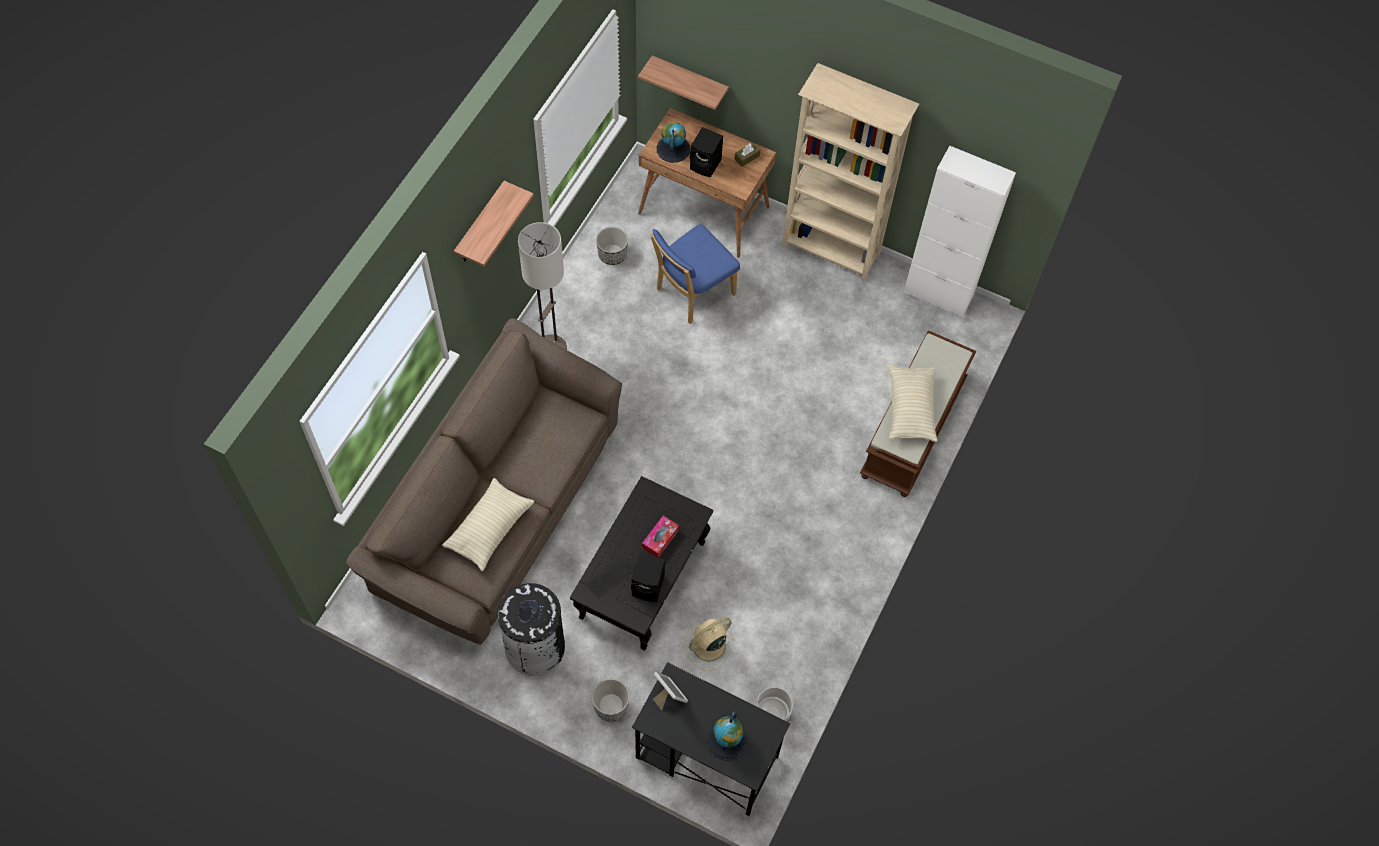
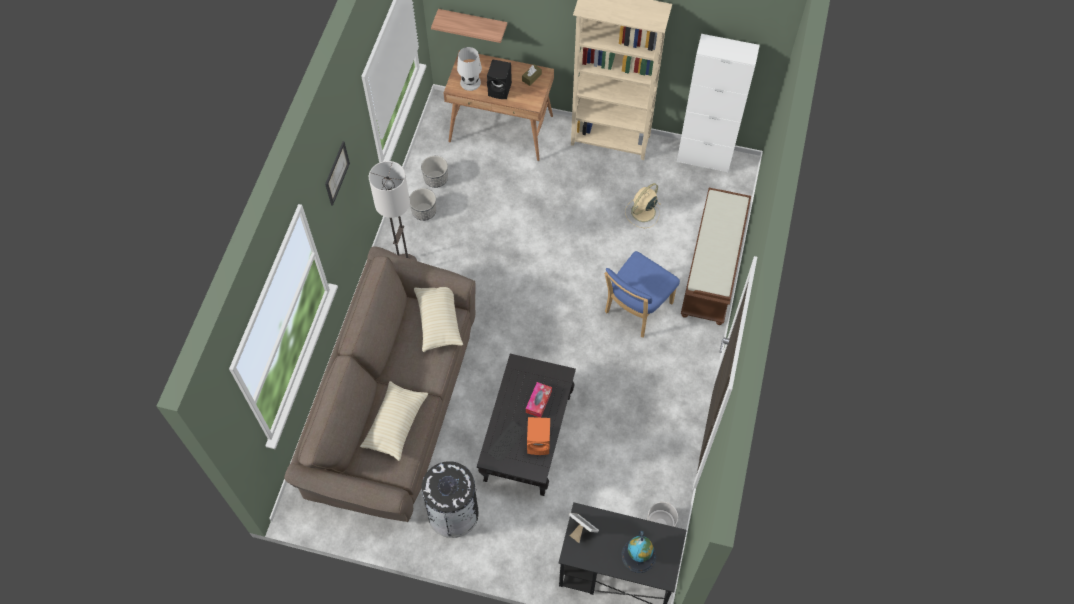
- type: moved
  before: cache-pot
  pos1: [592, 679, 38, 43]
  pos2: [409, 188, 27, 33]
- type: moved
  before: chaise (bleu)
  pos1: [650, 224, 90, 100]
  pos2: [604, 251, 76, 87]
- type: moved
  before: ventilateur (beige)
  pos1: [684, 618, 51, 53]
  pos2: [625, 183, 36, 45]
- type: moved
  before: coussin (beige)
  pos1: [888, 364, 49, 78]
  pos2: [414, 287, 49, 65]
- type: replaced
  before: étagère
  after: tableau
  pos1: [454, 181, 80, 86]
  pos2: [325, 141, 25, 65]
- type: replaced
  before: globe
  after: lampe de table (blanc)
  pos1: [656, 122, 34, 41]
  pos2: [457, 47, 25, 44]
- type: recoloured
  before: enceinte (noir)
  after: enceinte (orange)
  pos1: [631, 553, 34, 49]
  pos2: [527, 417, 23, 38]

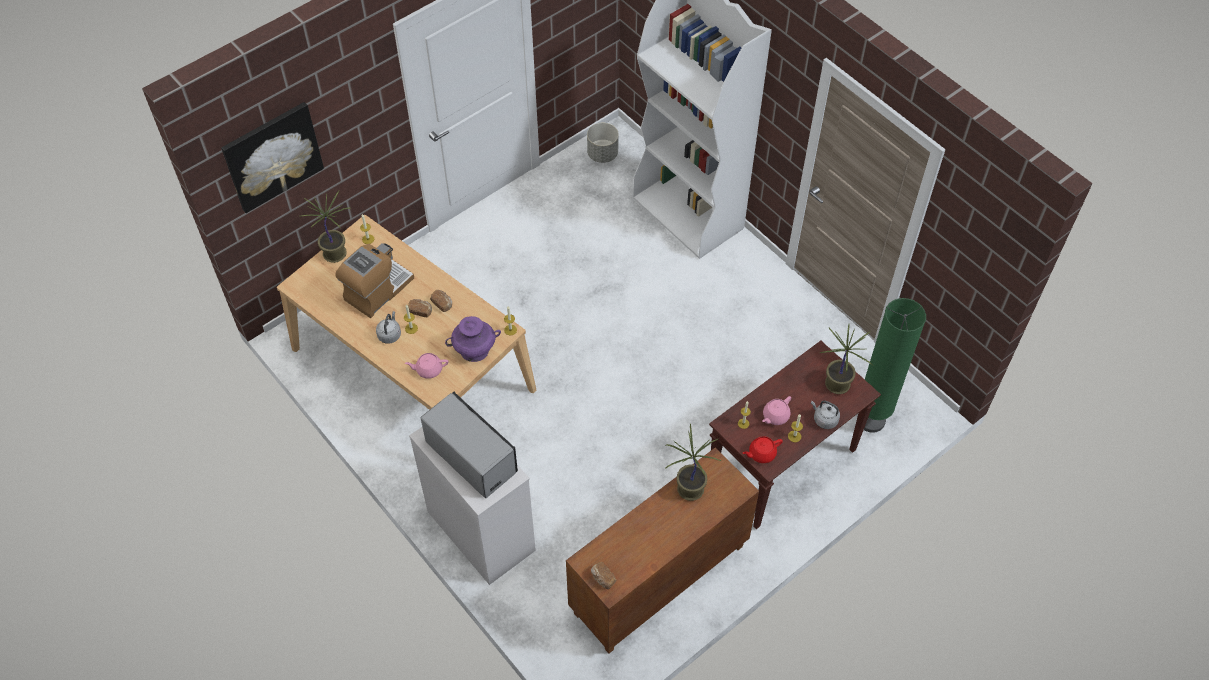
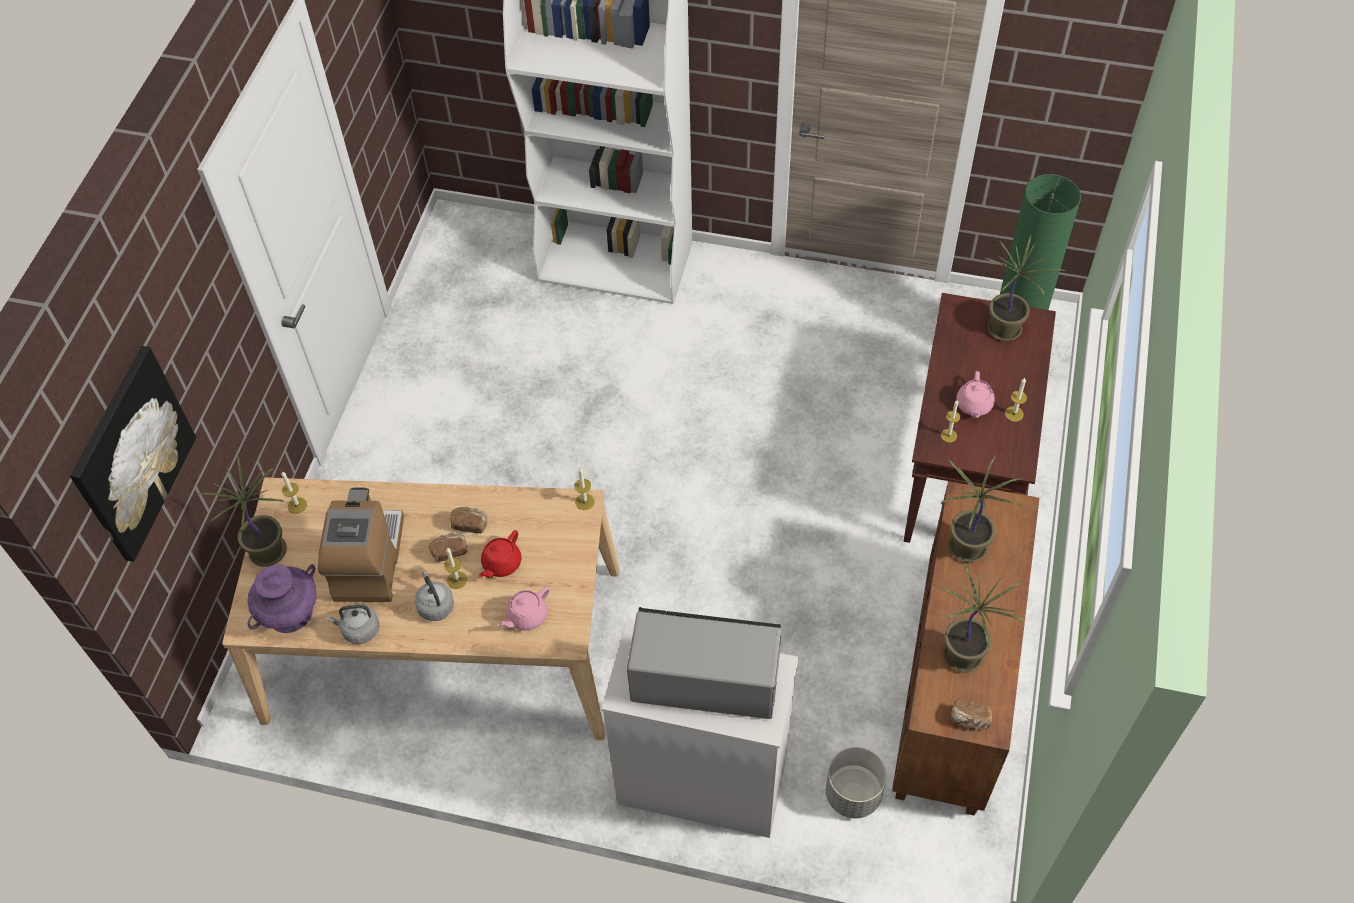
- type: added
  after: plante en pot
  pos2: [940, 562, 84, 110]
- type: moved
  before: vase (violet)
  pos1: [445, 316, 56, 46]
  pos2: [247, 564, 69, 69]
- type: moved
  before: cache-pot (gris)
  pos1: [587, 123, 32, 40]
  pos2: [826, 747, 61, 71]
- type: moved
  before: théière (rouge)
  pos1: [743, 436, 40, 27]
  pos2: [479, 530, 42, 48]
- type: moved
  before: bouilloire (gris)
  pos1: [811, 401, 29, 28]
  pos2: [326, 604, 53, 40]

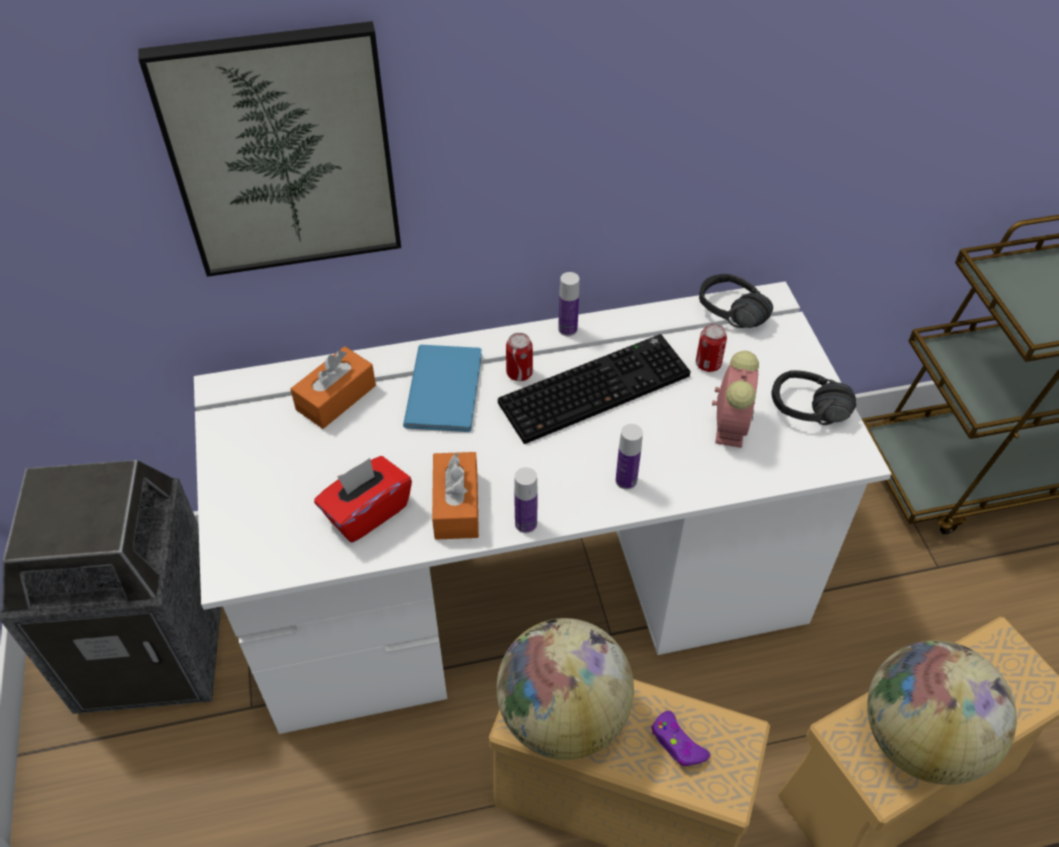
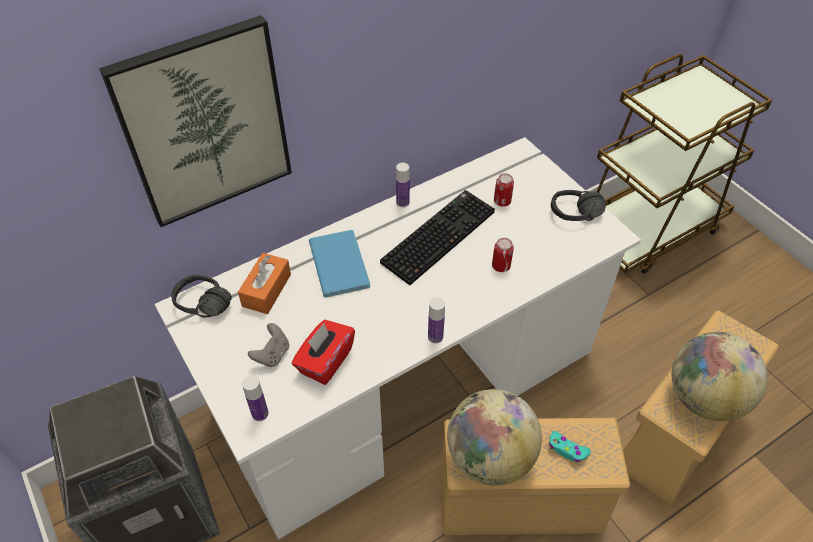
- type: removed
  before: boîte à mouchoirs (orange)
  pos1: [432, 452, 47, 88]
- type: removed
  before: réveil
  pos1: [712, 351, 47, 97]
- type: added
  after: manette (gris)
  pos2: [248, 323, 41, 44]
- type: moved
  before: boîte métallique
  pos1: [506, 333, 27, 48]
  pos2: [492, 238, 22, 34]
- type: moved
  before: bouteille
  pos1: [616, 424, 27, 66]
  pos2: [242, 376, 27, 45]
- type: moved
  before: casque audio (noir)
  pos1: [699, 274, 74, 54]
  pos2: [171, 275, 61, 43]
- type: recoloured
  before: manette (violet)
  after: manette (turquoise)
  pos1: [651, 711, 59, 55]
  pos2: [549, 431, 42, 31]

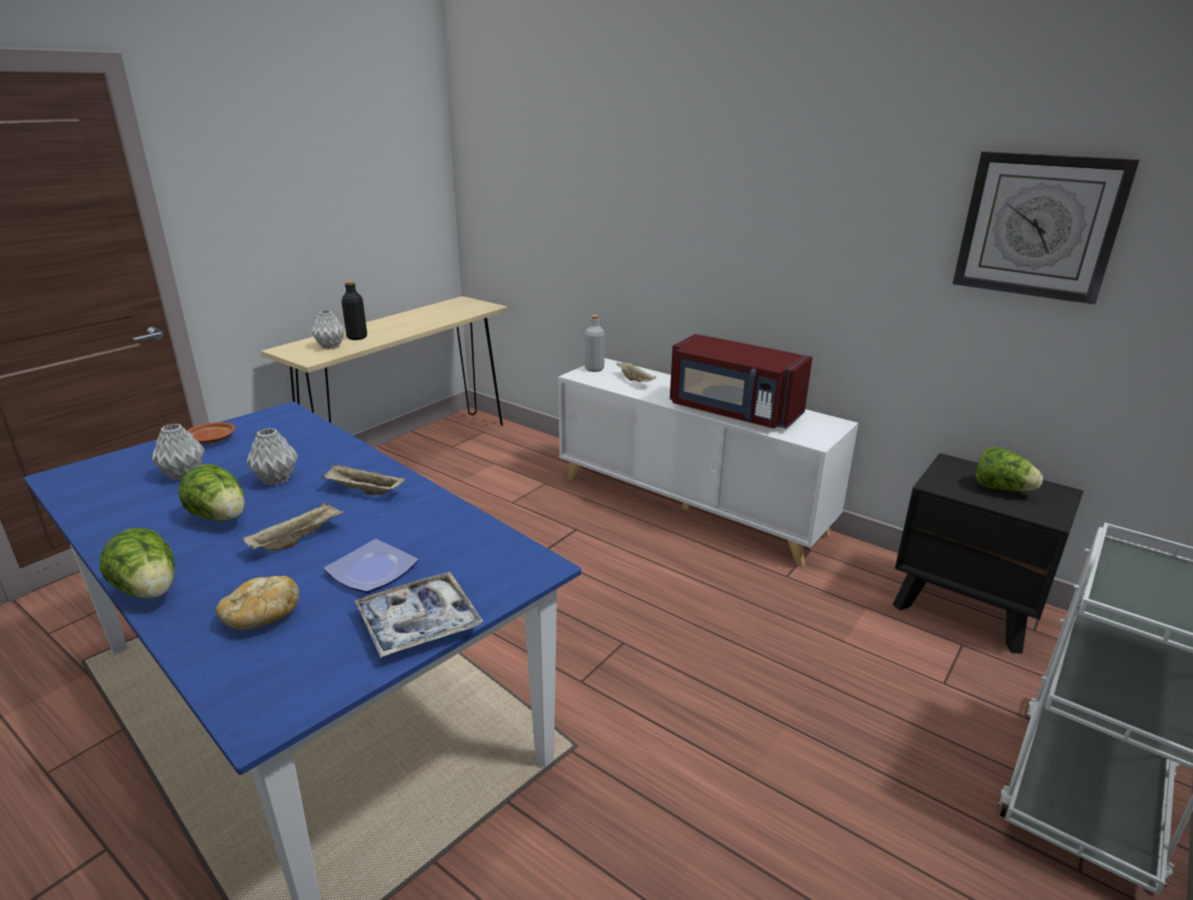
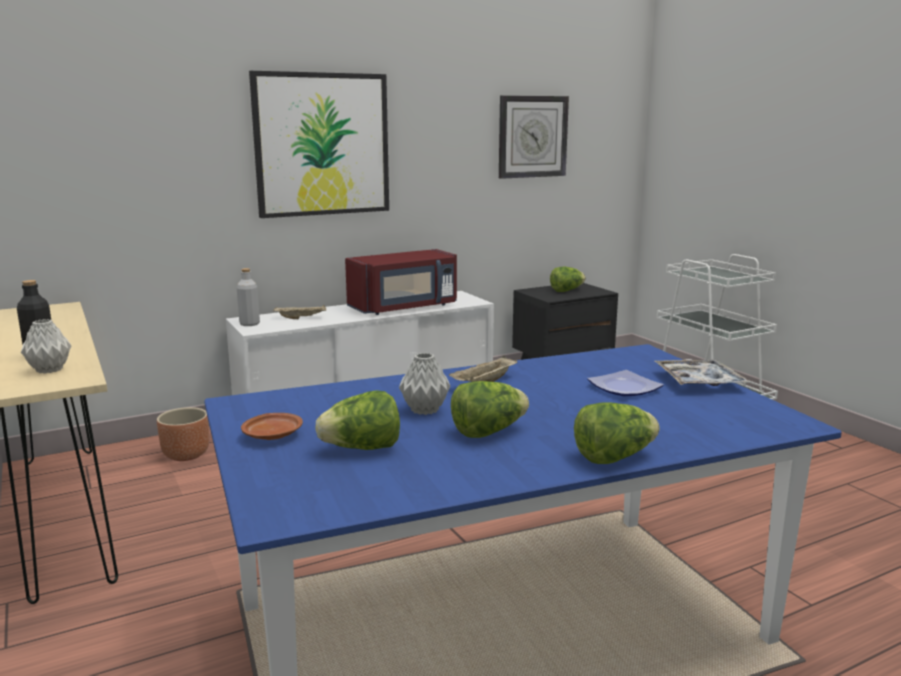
- type: removed
  before: pain
  pos1: [216, 576, 83, 54]
- type: removed
  before: plateau (beige)
  pos1: [243, 502, 102, 49]
- type: added
  after: cache-pot (marron)
  pos2: [157, 407, 52, 54]
- type: added
  after: tableau
  pos2: [249, 71, 140, 147]
- type: replaced
  before: vase (gris)
  after: laitue
  pos1: [152, 424, 53, 57]
  pos2: [315, 390, 85, 60]

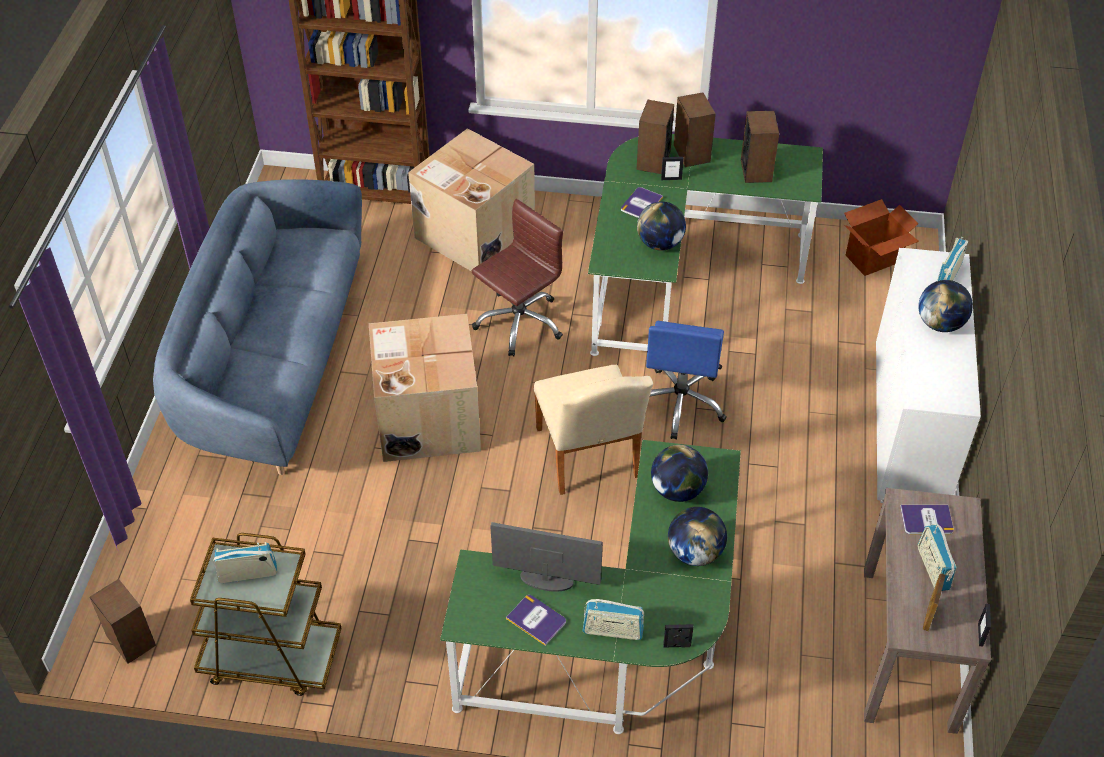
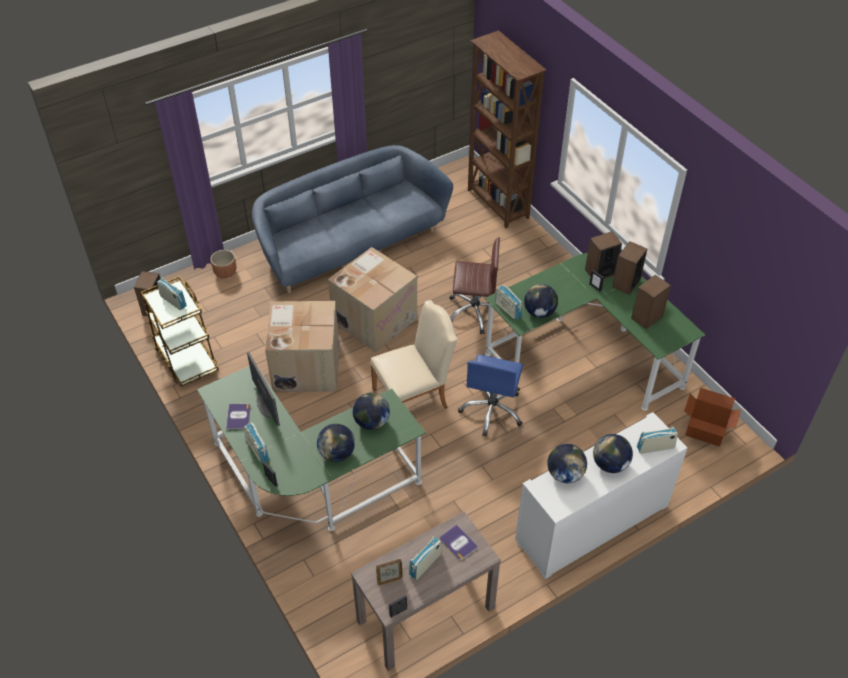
- type: removed
  before: livre
  pos1: [621, 187, 42, 31]
- type: added
  after: cache-pot (marron)
  pos2: [210, 250, 26, 29]
- type: added
  after: radio
  pos2: [495, 285, 27, 35]
- type: added
  after: globe
  pos2: [547, 444, 40, 39]
- type: moved
  before: carton
  pos1: [408, 128, 127, 144]
  pos2: [265, 301, 74, 91]
- type: turned
  before: chaise (beige)
  pos1: [533, 365, 120, 130]
  pos2: [370, 300, 88, 109]
  turn: -150
- type: turned
  before: chaise de bureau (bleu)
  pos1: [646, 321, 81, 119]
  pos2: [458, 354, 65, 82]
  turn: -45

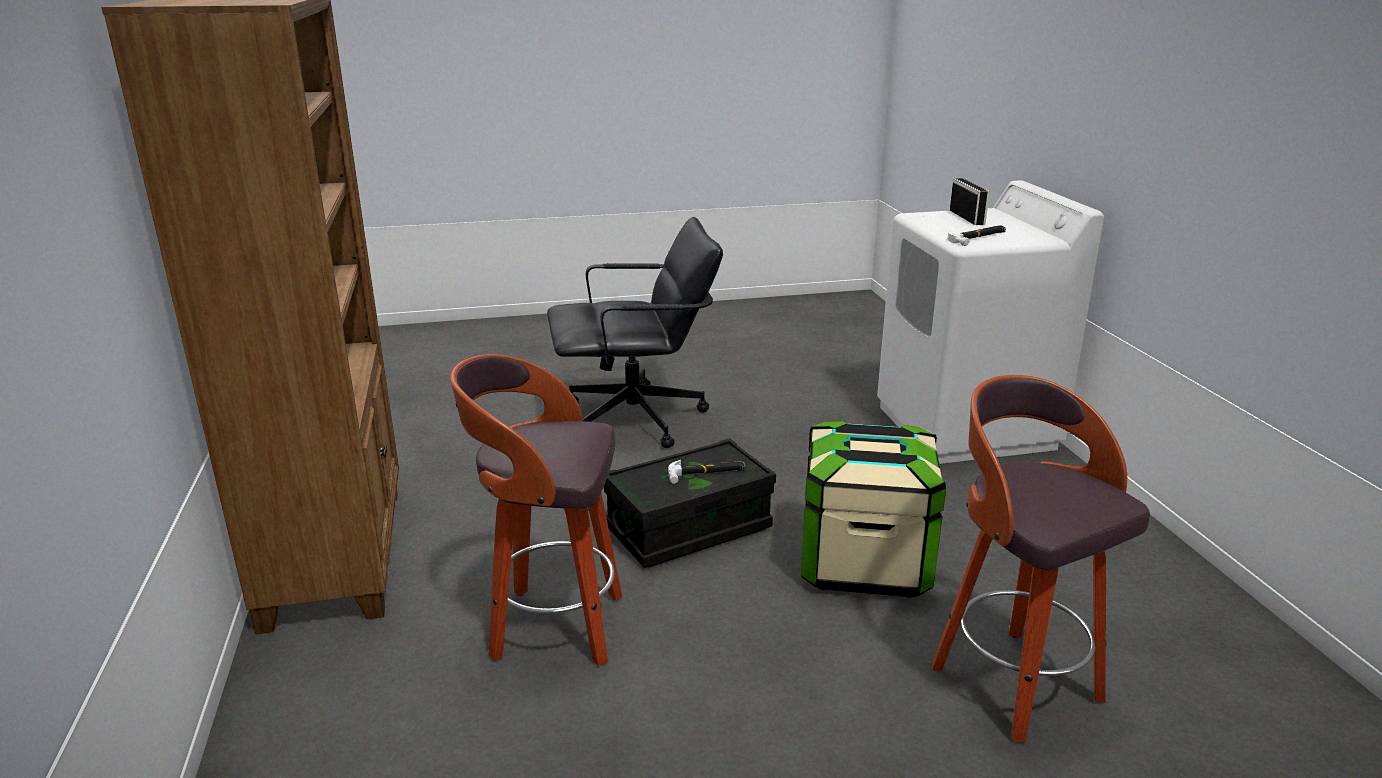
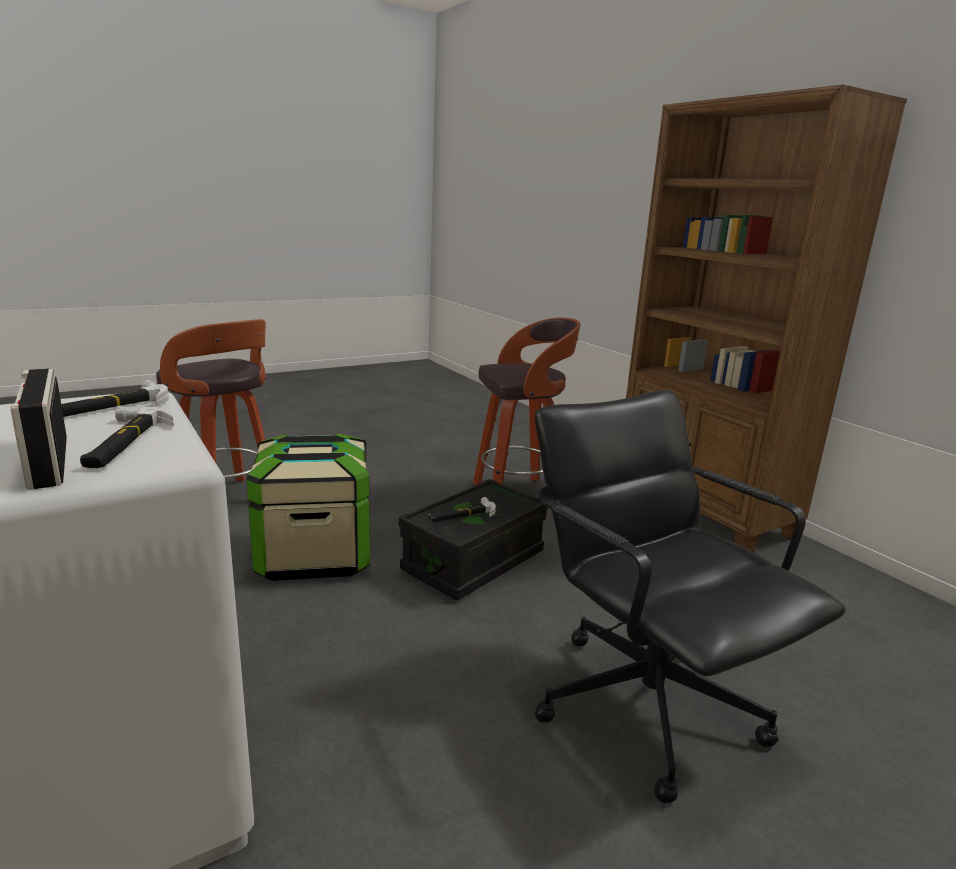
- type: added
  after: marteau
  pos2: [80, 407, 94, 61]
- type: turned
  before: chaise de bureau (noir)
  pos1: [547, 217, 176, 231]
  pos2: [535, 390, 311, 413]
  turn: 90

